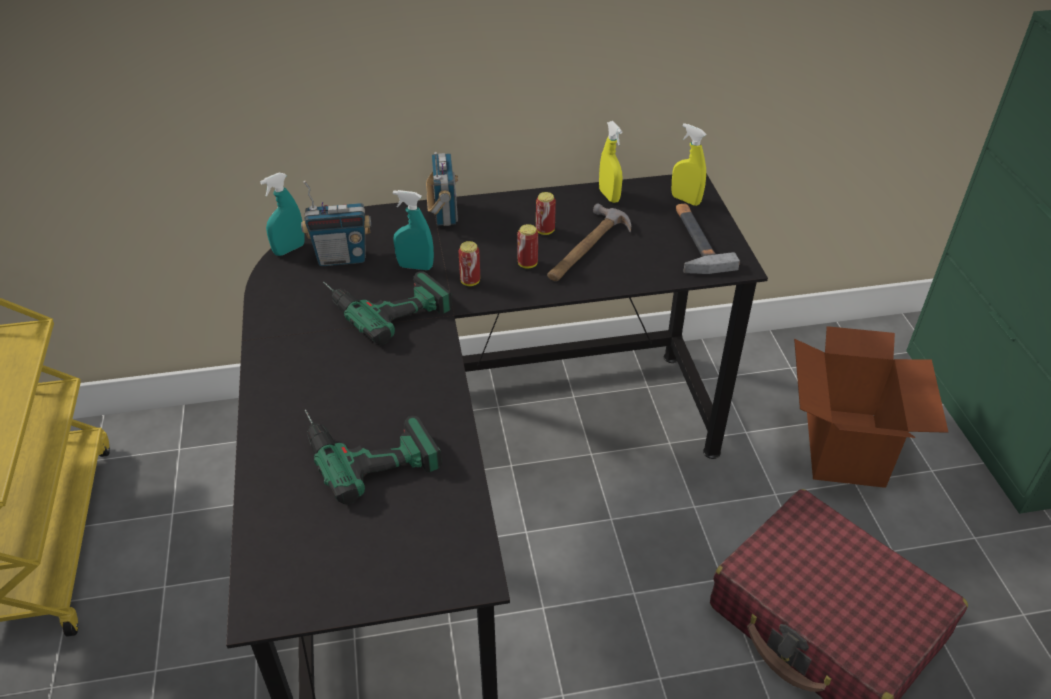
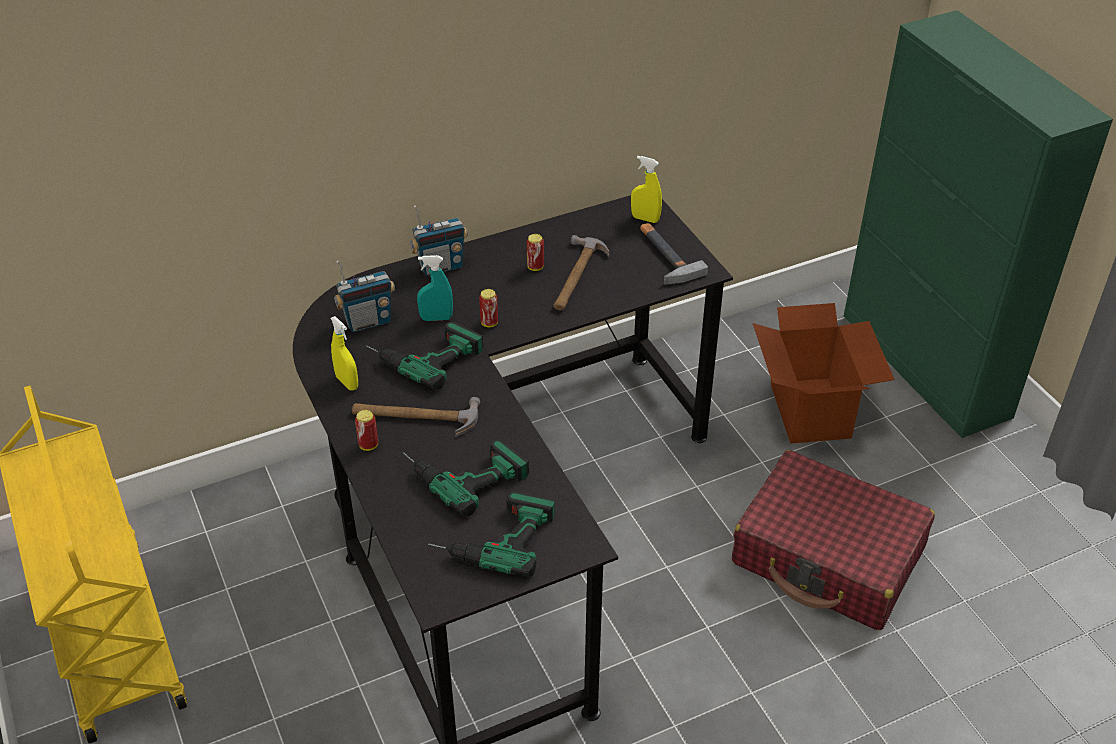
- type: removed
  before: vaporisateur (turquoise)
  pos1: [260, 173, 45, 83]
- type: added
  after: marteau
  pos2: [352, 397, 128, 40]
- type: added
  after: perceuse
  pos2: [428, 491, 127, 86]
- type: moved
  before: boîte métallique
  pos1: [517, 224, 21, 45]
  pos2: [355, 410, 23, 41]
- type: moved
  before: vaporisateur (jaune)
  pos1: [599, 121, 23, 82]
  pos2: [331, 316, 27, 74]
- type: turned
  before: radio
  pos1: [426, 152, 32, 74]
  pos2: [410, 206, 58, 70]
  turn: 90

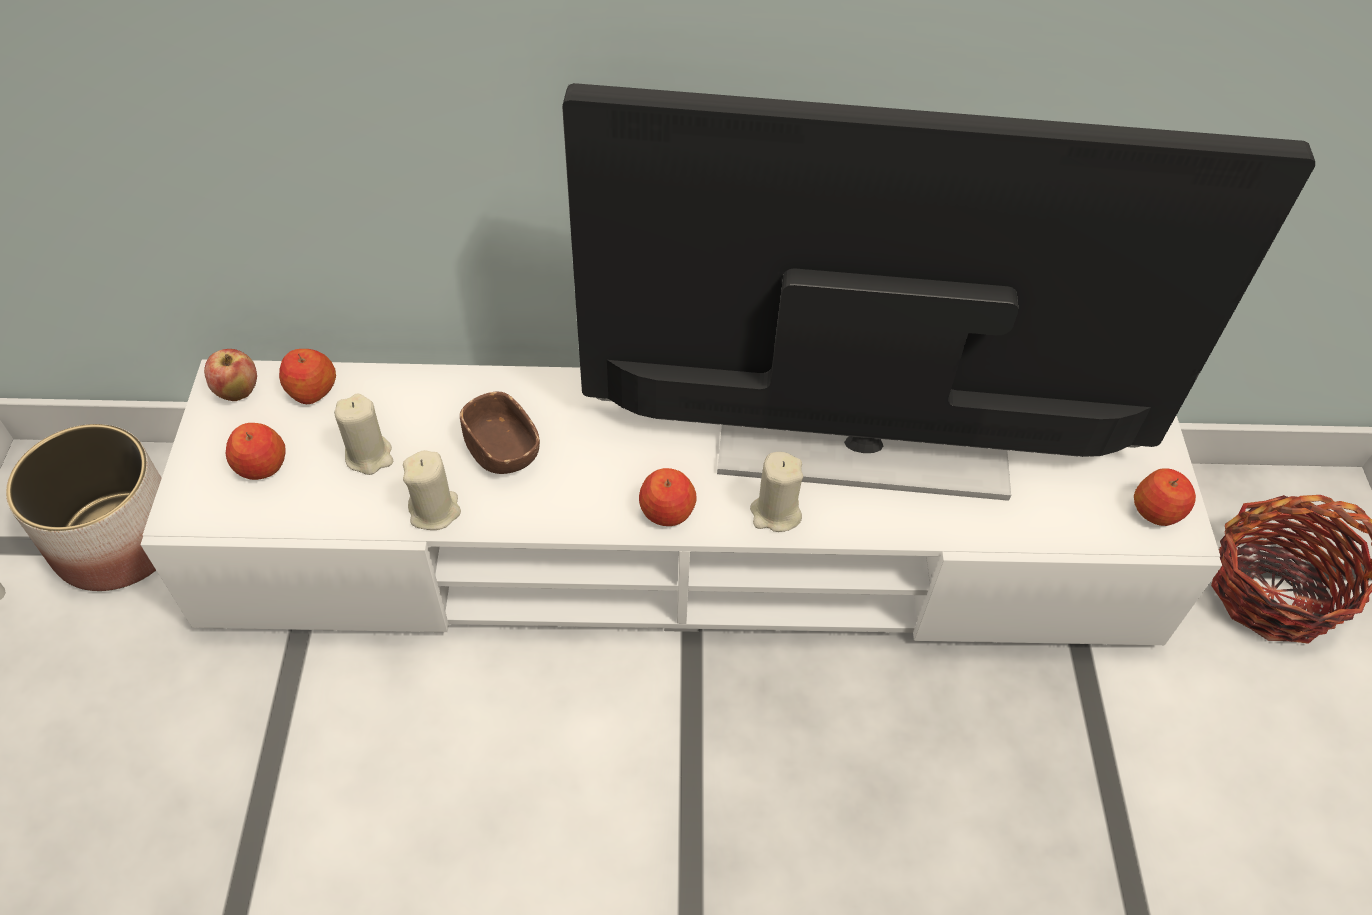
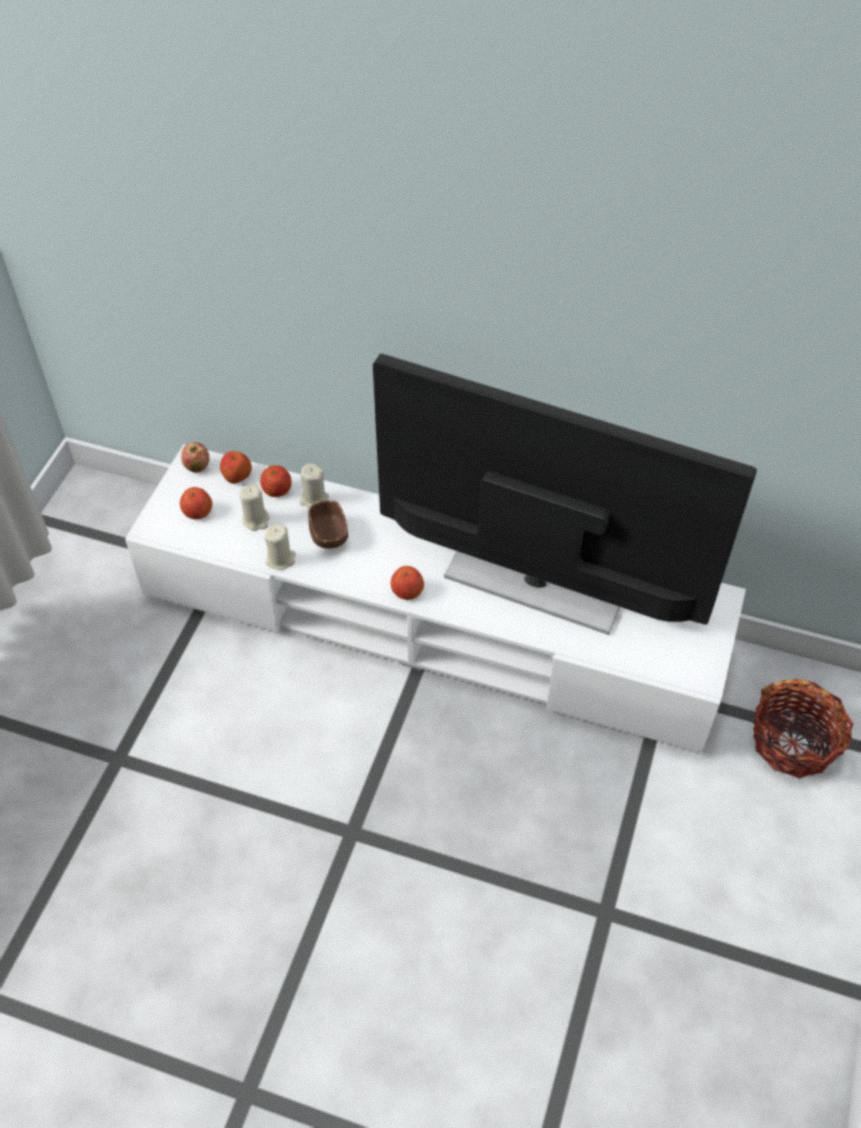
- type: removed
  before: cache-pot
  pos1: [6, 424, 156, 167]
- type: moved
  before: bougie (beige)
  pos1: [750, 452, 53, 80]
  pos2: [299, 463, 30, 45]
- type: moved
  before: pomme
  pos1: [1134, 468, 62, 58]
  pos2: [260, 465, 32, 32]

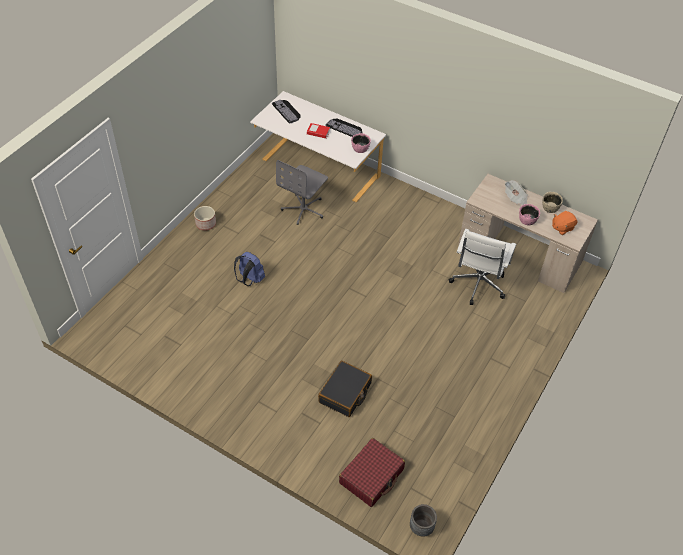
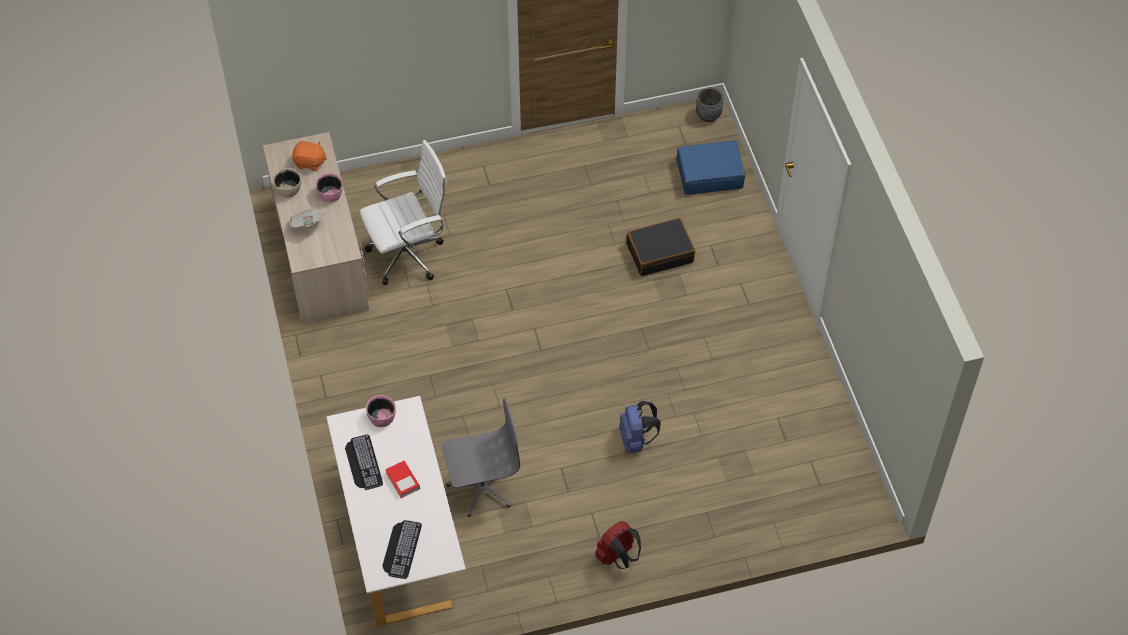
- type: replaced
  before: cache-pot
  after: sac à dos (rouge)
  pos1: [194, 206, 22, 25]
  pos2: [595, 521, 46, 48]
- type: recoloured
  before: valise (rouge)
  after: valise (bleu)
  pos1: [339, 438, 66, 69]
  pos2: [677, 140, 68, 55]

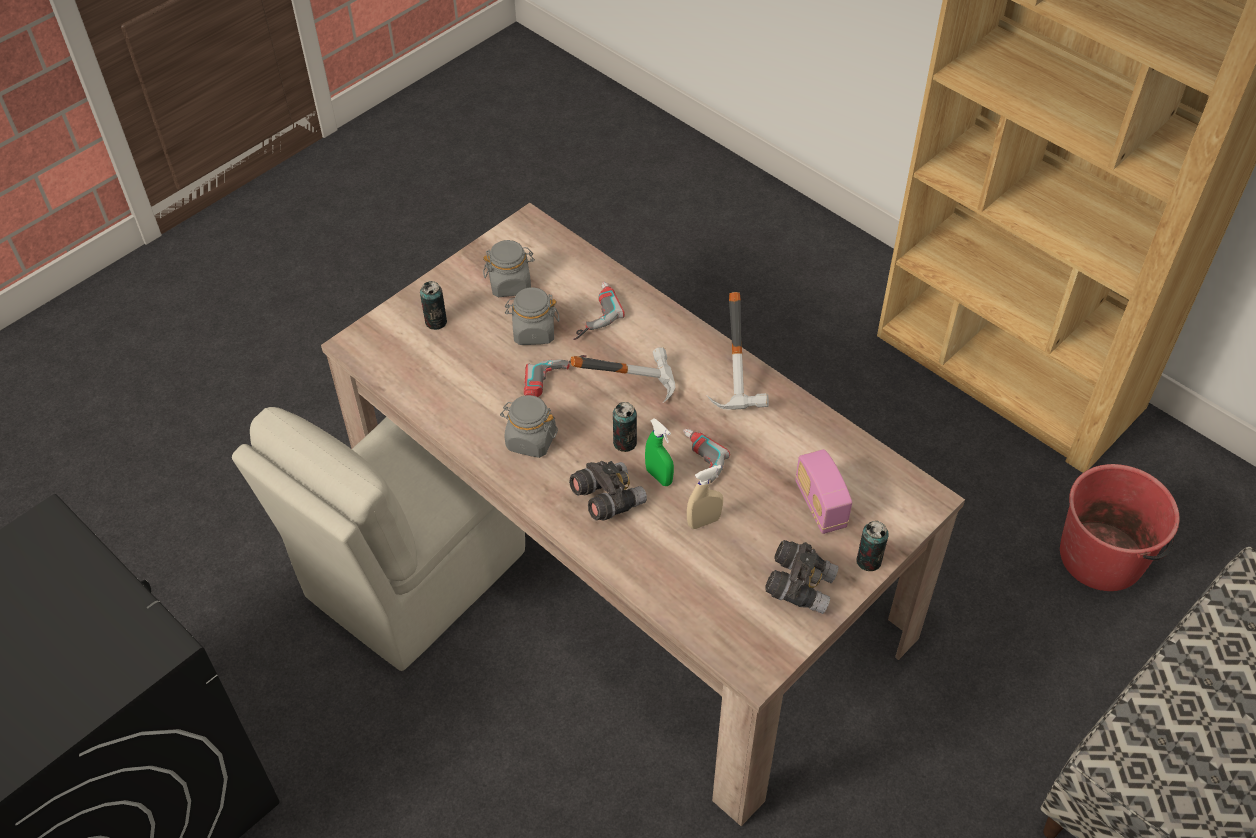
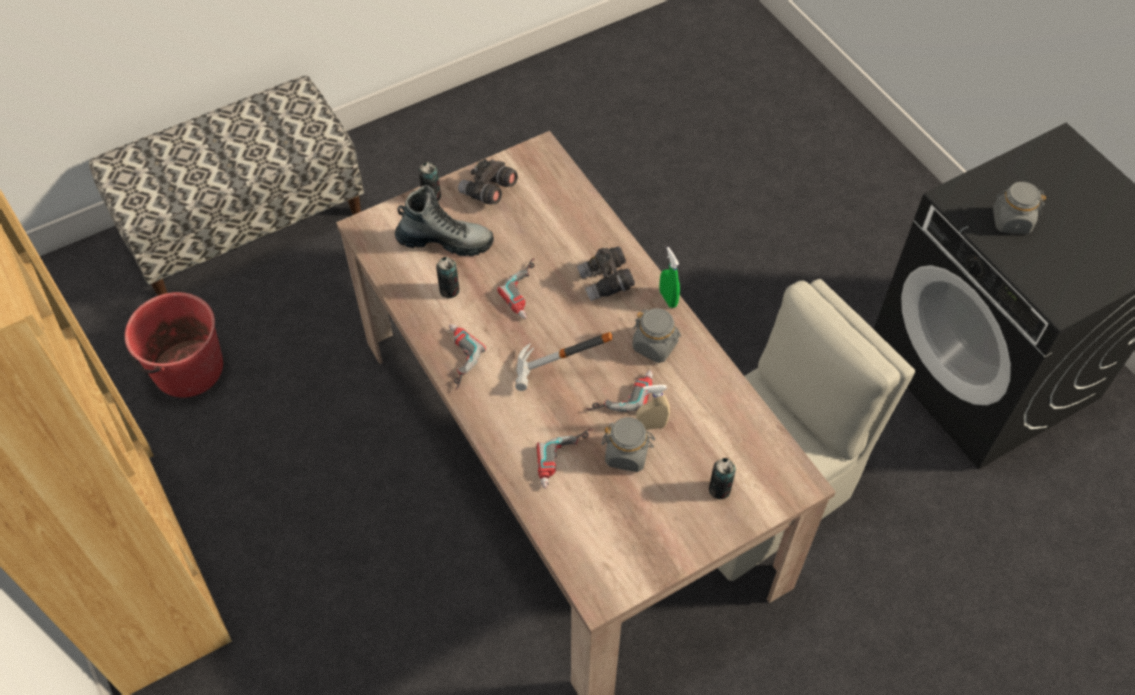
- type: moved
  before: bocal (gris)
  pos1: [483, 240, 52, 57]
  pos2: [993, 182, 53, 52]
- type: moved
  before: boîte métallique
  pos1: [613, 402, 24, 50]
  pos2: [436, 257, 23, 41]
- type: moved
  before: vaporisateur (vert)
  pos1: [645, 419, 29, 67]
  pos2: [659, 247, 21, 61]
- type: moved
  before: vaporisateur (beige)
  pos1: [687, 465, 36, 64]
  pos2: [636, 385, 34, 45]
- type: replaced
  before: marteau
  after: perceuse
  pos1: [707, 292, 62, 118]
  pos2: [449, 324, 37, 66]
- type: replaced
  before: radio
  after: botte
  pos1: [795, 449, 57, 85]
  pos2: [395, 185, 99, 71]

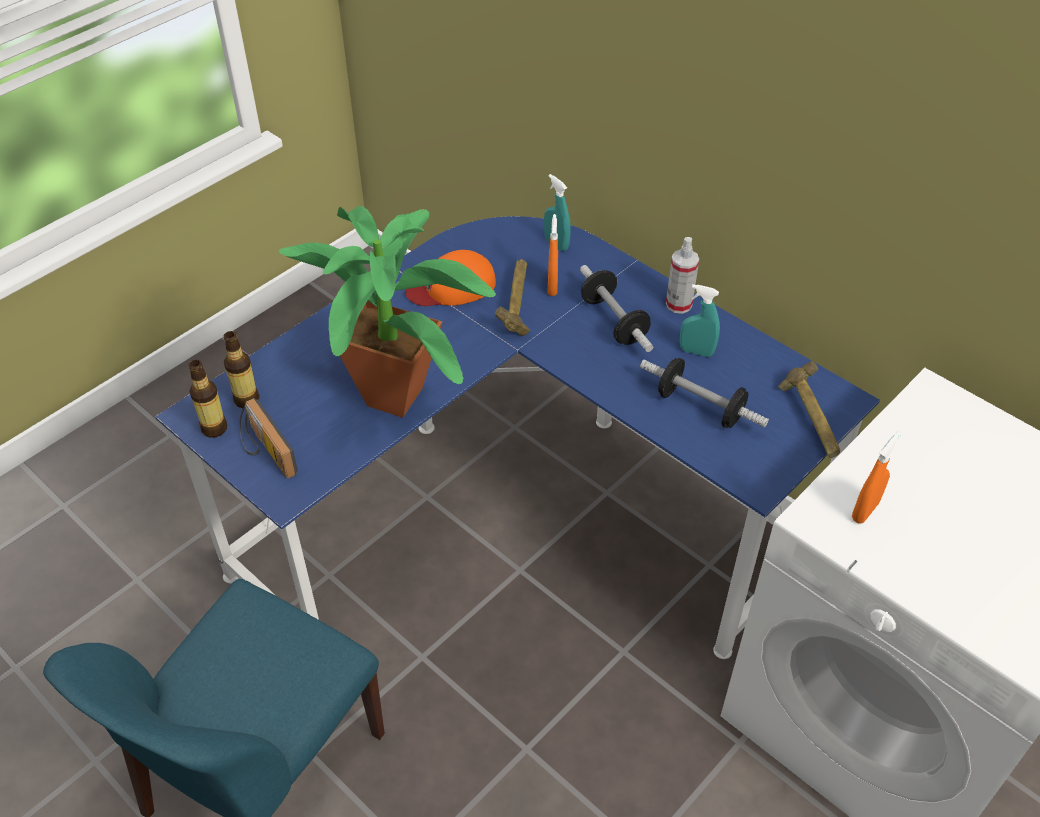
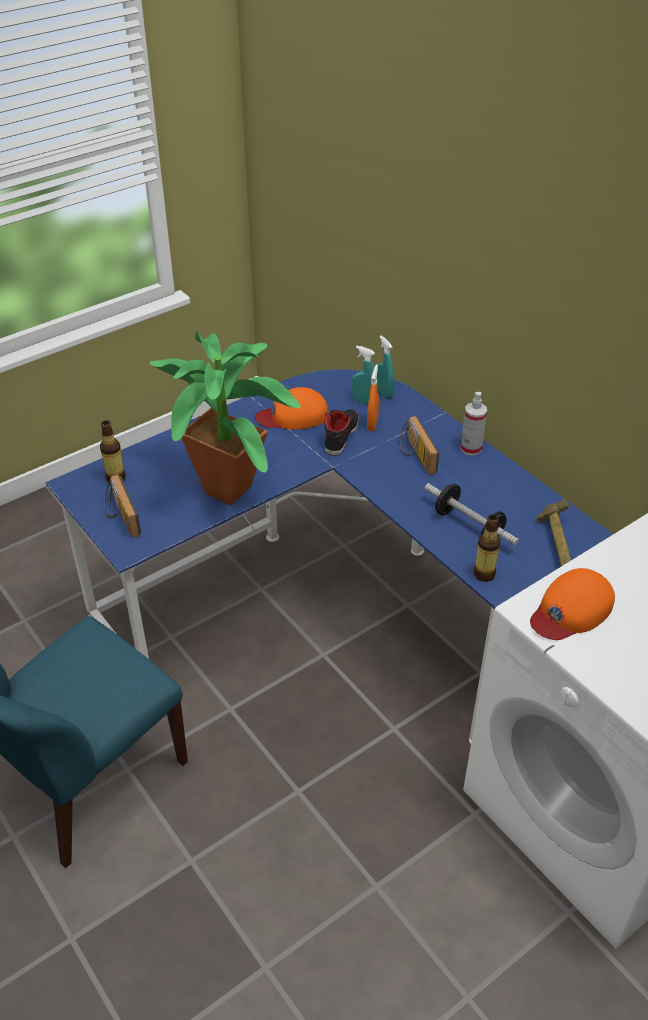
- type: moved
  before: bouteille
  pos1: [188, 360, 39, 78]
  pos2: [473, 515, 28, 67]
- type: moved
  before: vaporisateur (turquoise)
  pos1: [680, 284, 40, 73]
  pos2: [352, 346, 26, 59]
- type: replaced
  before: marteau
  after: chaussure (noir)
  pos1: [495, 259, 35, 77]
  pos2: [324, 409, 35, 46]
- type: replaced
  before: haltère
  after: radio
  pos1: [580, 265, 73, 87]
  pos2: [400, 416, 39, 59]
- type: replaced
  before: vaporisateur (orange)
  after: casquette (orange)
  pos1: [852, 431, 49, 92]
  pos2: [530, 568, 85, 72]

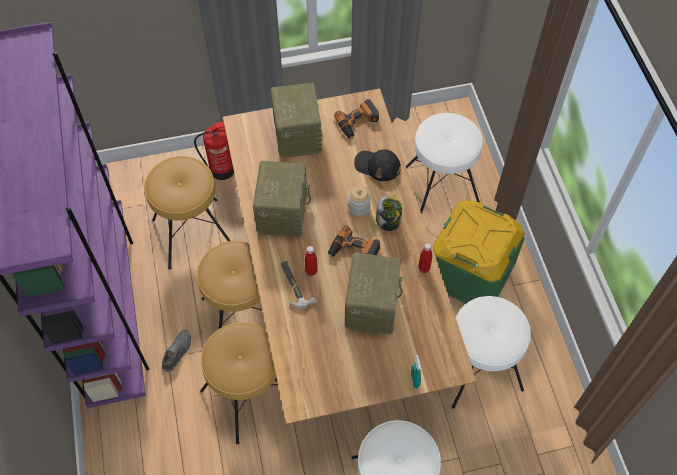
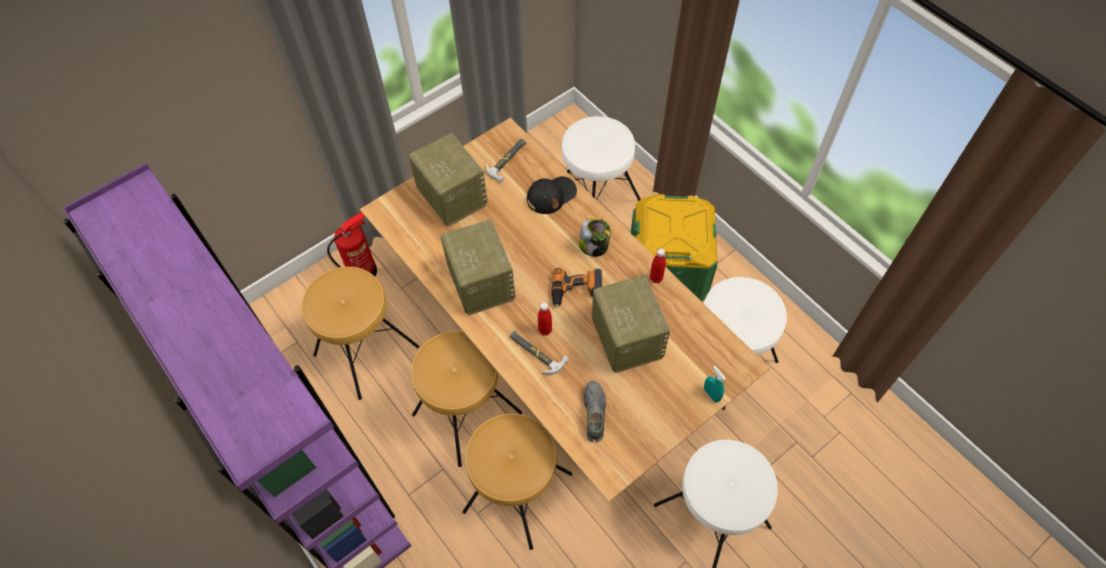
- type: removed
  before: bocal
  pos1: [348, 185, 23, 31]
- type: moved
  before: chaussure (gris)
  pos1: [162, 330, 29, 42]
  pos2: [583, 381, 23, 61]
- type: replaced
  before: perceuse
  after: marteau
  pos1: [334, 99, 45, 40]
  pos2: [486, 139, 40, 44]
- type: turned
  before: casquette (noir)
  pos1: [354, 149, 47, 32]
  pos2: [527, 176, 50, 38]
  turn: 150

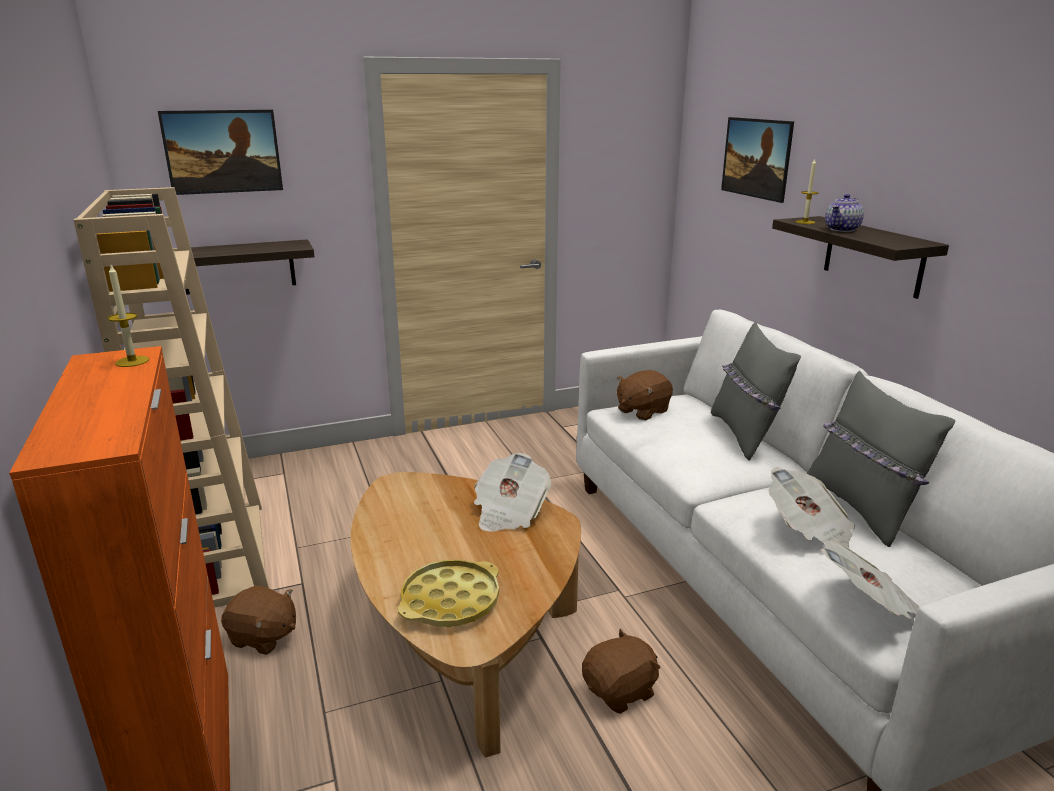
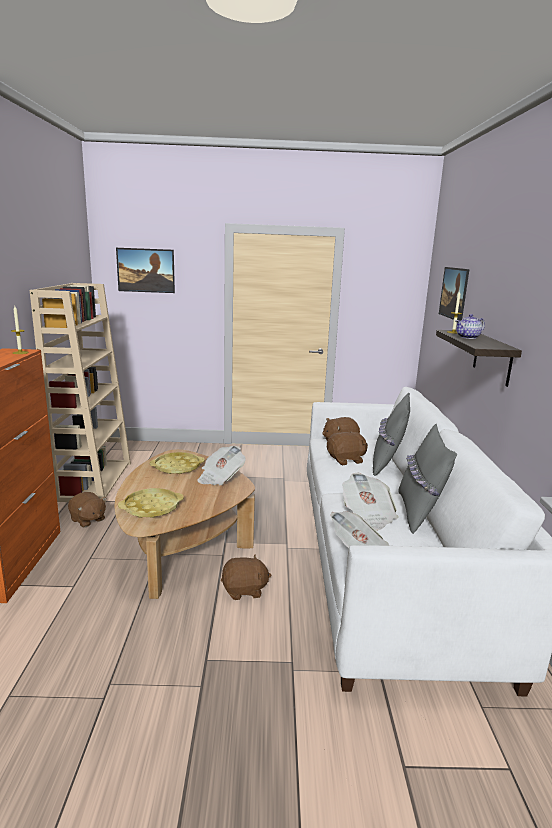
- type: removed
  before: étagère
  pos1: [185, 239, 129, 56]
- type: added
  after: plateau (jaune)
  pos2: [150, 452, 55, 22]
- type: added
  after: peluche (marron)
  pos2: [327, 431, 41, 34]

